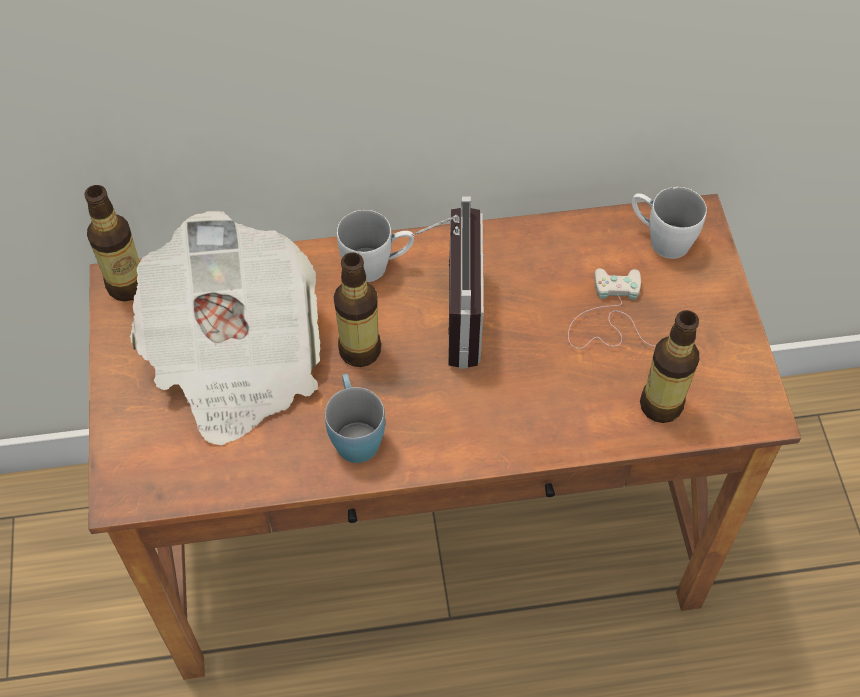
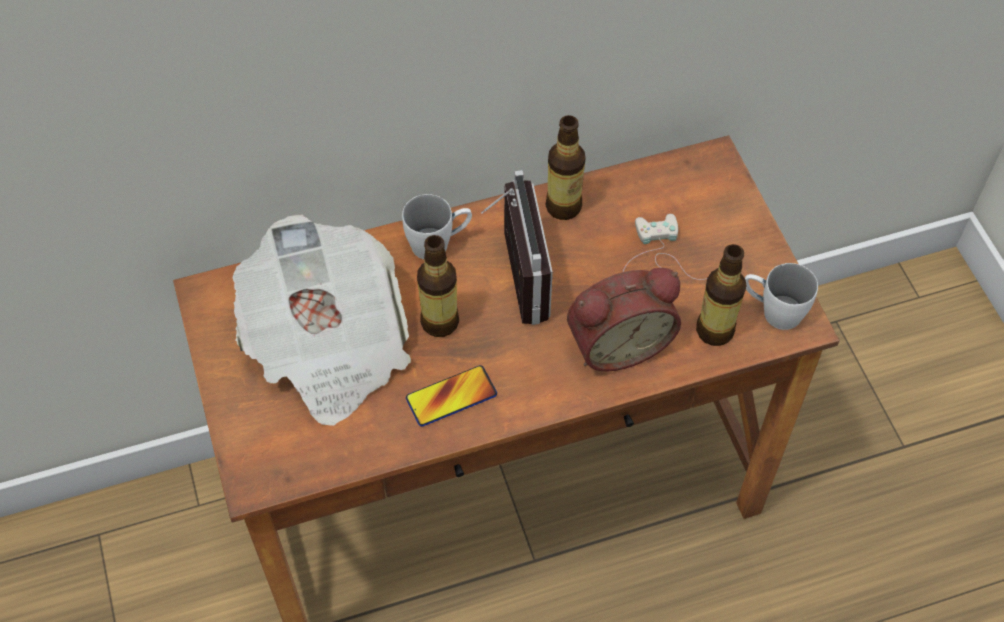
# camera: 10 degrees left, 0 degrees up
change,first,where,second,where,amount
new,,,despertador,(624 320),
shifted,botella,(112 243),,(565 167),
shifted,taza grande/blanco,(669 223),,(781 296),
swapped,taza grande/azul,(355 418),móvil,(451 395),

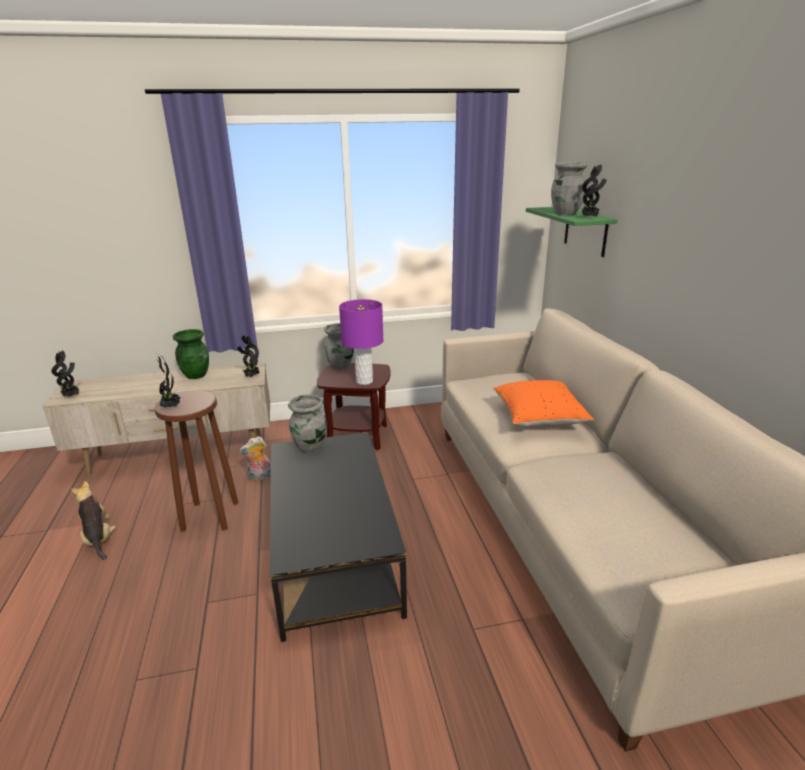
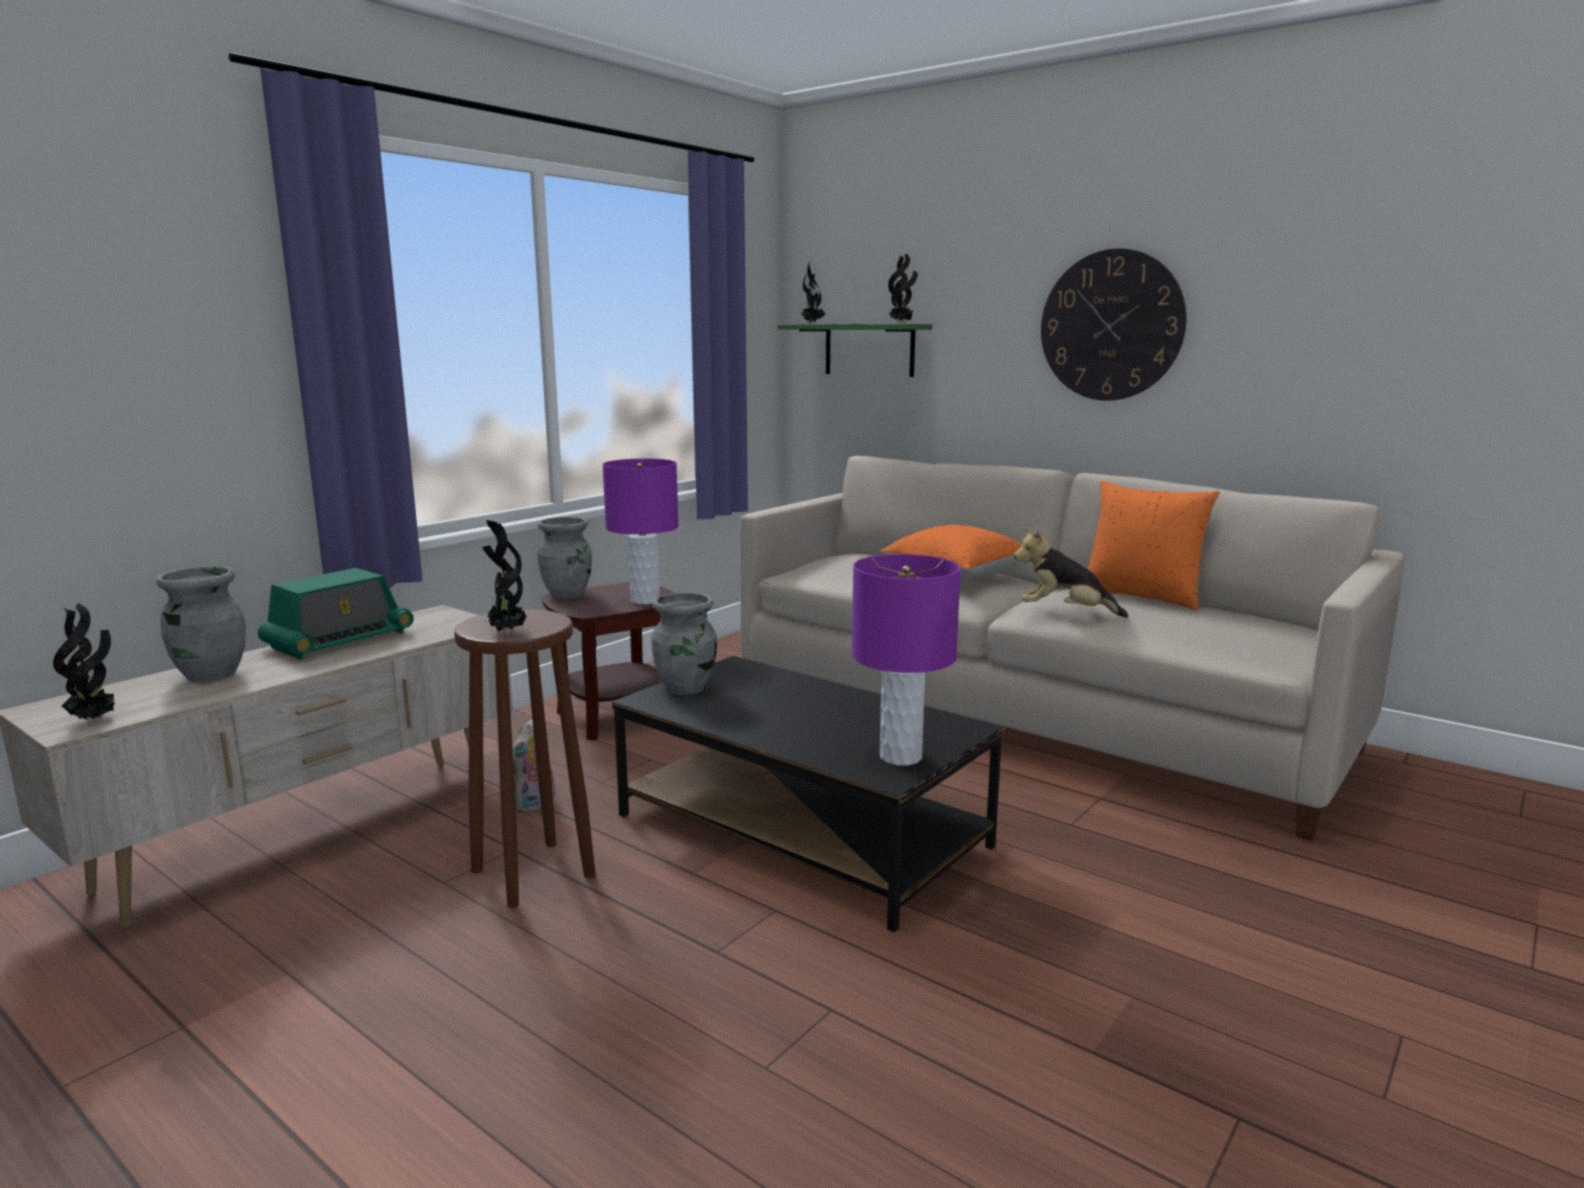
# camera: 40 degrees left, 10 degrees down
change,first,where,second,where,amount
new,,,lámpara de mesa/morado,(906 660),
new,,,reloj de pared,(1113 324),
new,,,cojín/naranja,(1153 545),
shifted,peluche,(93 520),,(1071 573),
shifted,planta en maceta,(248 357),,(813 291),
shifted,florero/gris,(569 188),,(201 624),
swapped,florero/verde,(191 354),radio,(336 613),

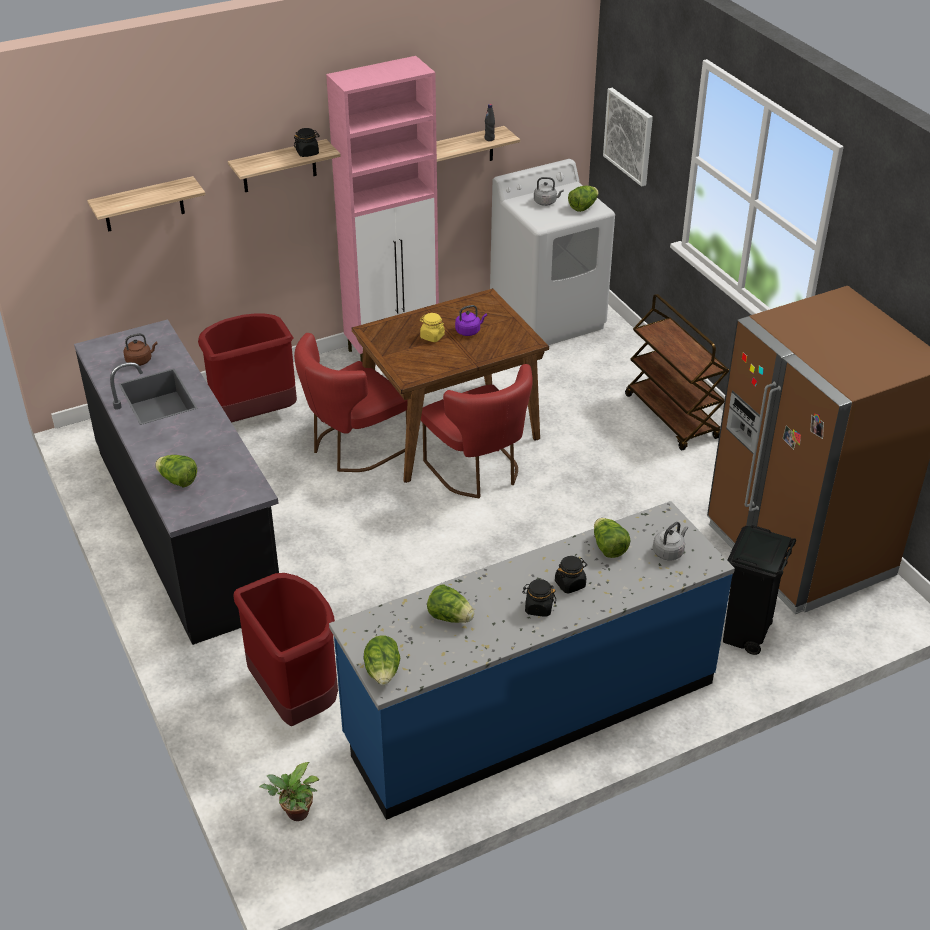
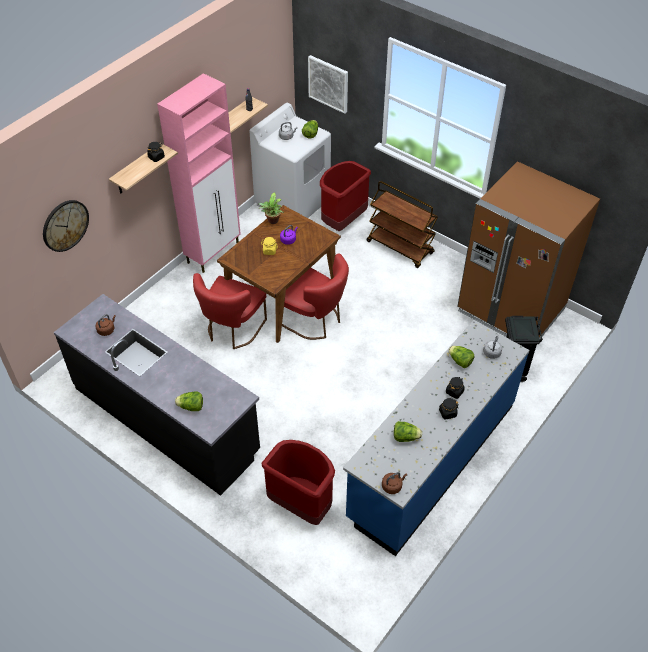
# camera: 25 degrees left, 10 degrees up
change,first,where,second,where,amount
shifted,papelera/rojo,(247 368),,(345 196),
shifted,planta en maceta,(289 791),,(271 208),
swapped,estante,(146 204),reloj de pared,(66 226),
swapped,lechuga,(382 660),hervidor/marrón,(394 483),

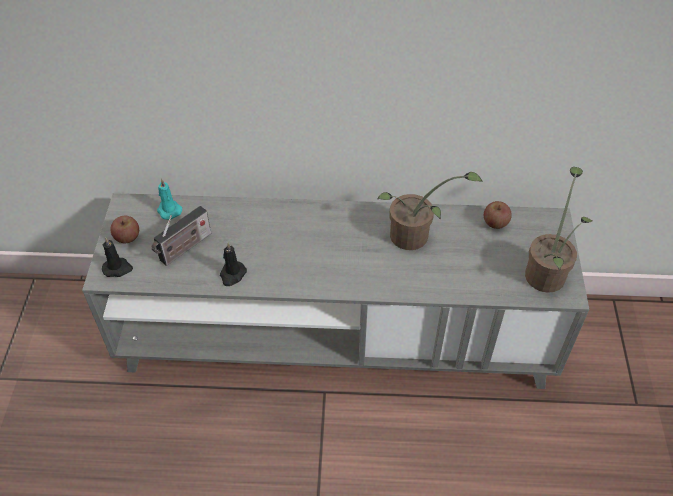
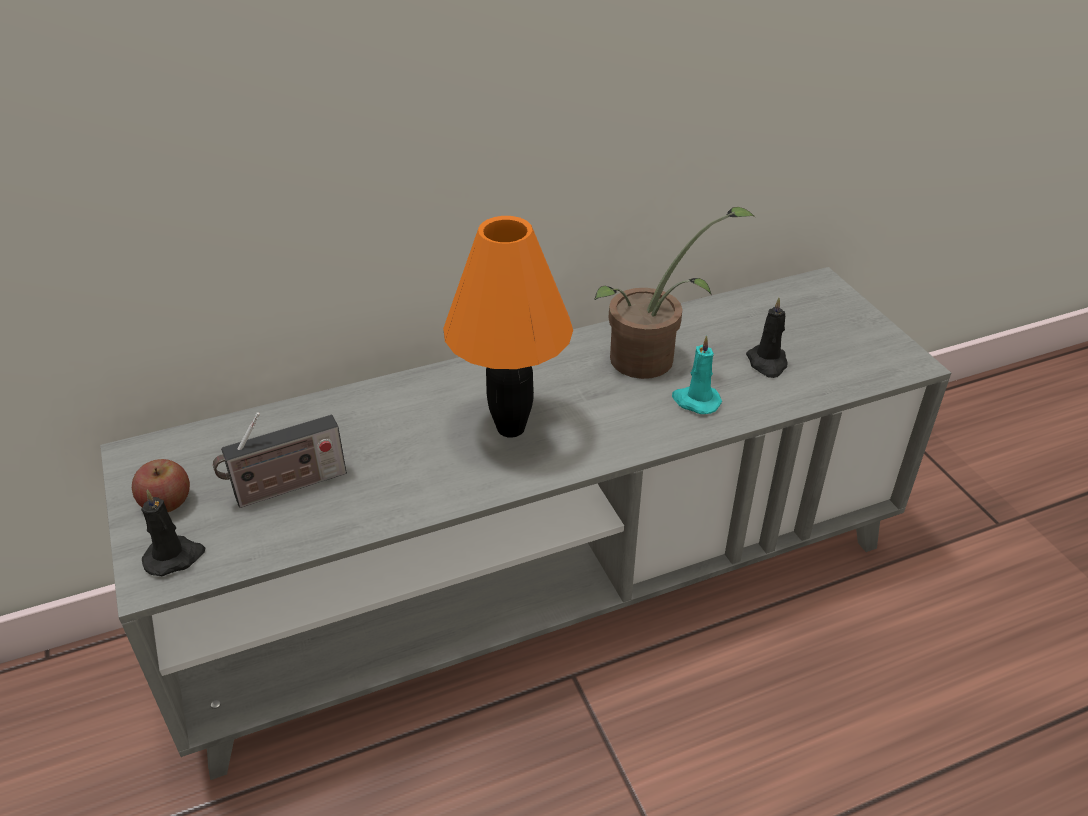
# camera: 25 degrees left, 10 degrees down
change,first,where,second,where,amount
gone,manzana,(498 215),,,
gone,planta en maceta,(558 230),,,
new,,,lámpara de mesa/naranja,(508 327),
shifted,vela/turquesa,(169 199),,(697 374),
shifted,vela/negro,(233 264),,(767 337),
rotated,radio,(181 236),,(280 460),45 degrees clockwise

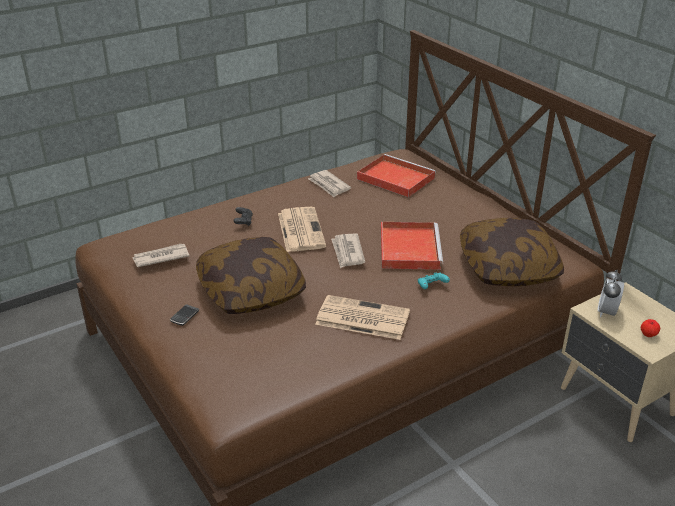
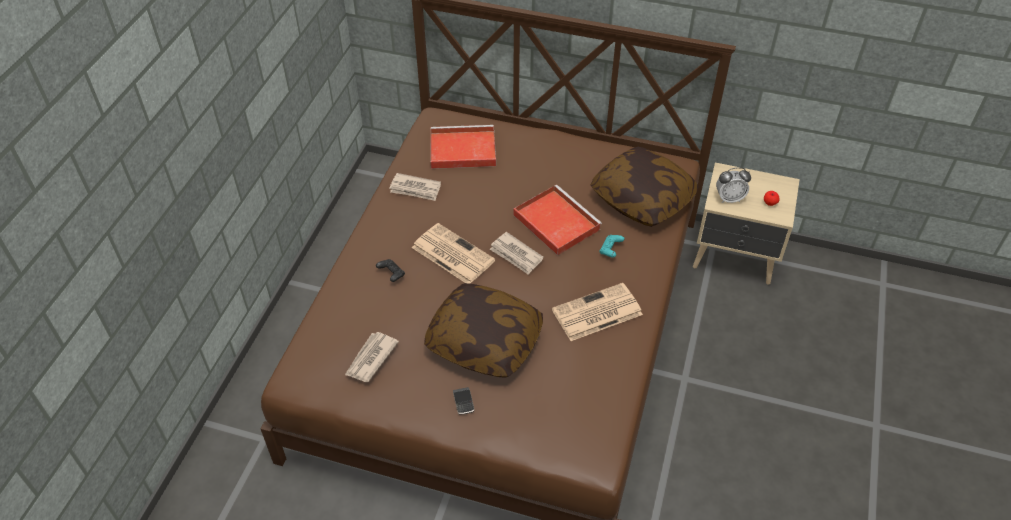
# camera: 40 degrees left, 15 degrees up
change,first,where,second,where,amount
rotated,despertador,(611 293),,(733 185),75 degrees counterclockwise

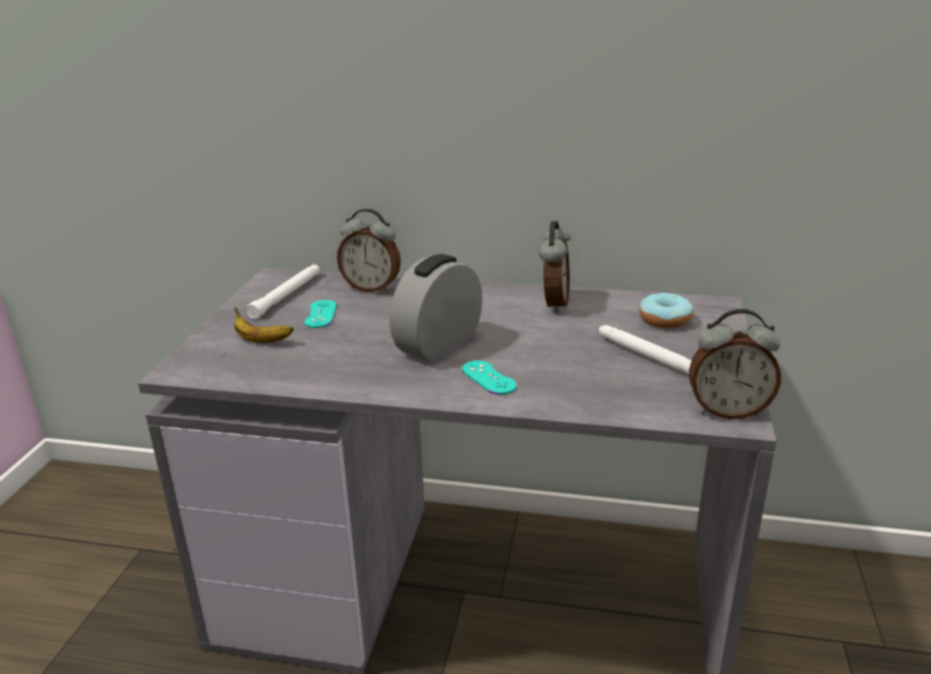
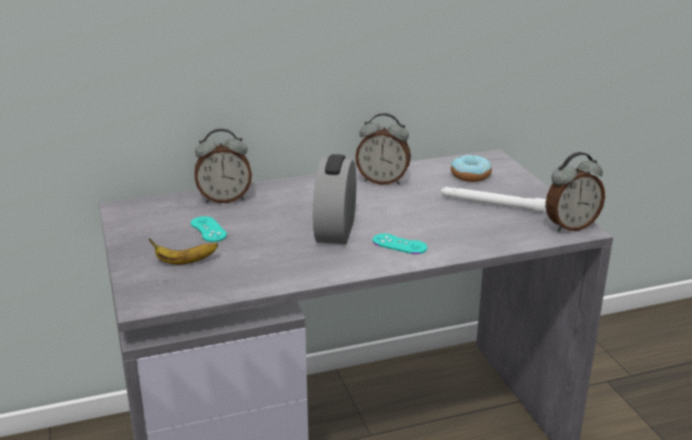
# camera: 30 degrees left, 0 degrees up
change,first,where,second,where,amount
gone,linterna/blanco,(283 292),,,
rotated,despertador,(555 267),,(383 149),120 degrees clockwise

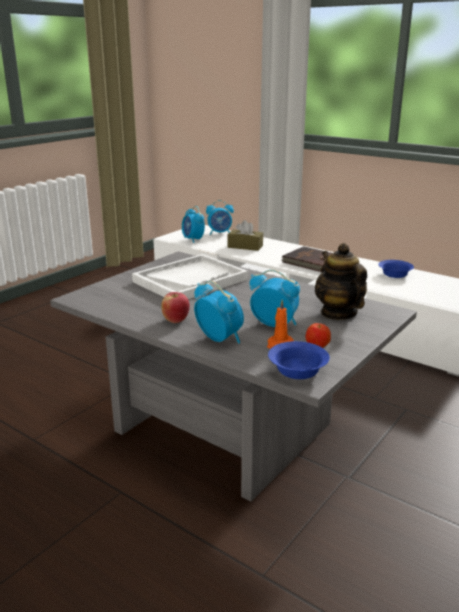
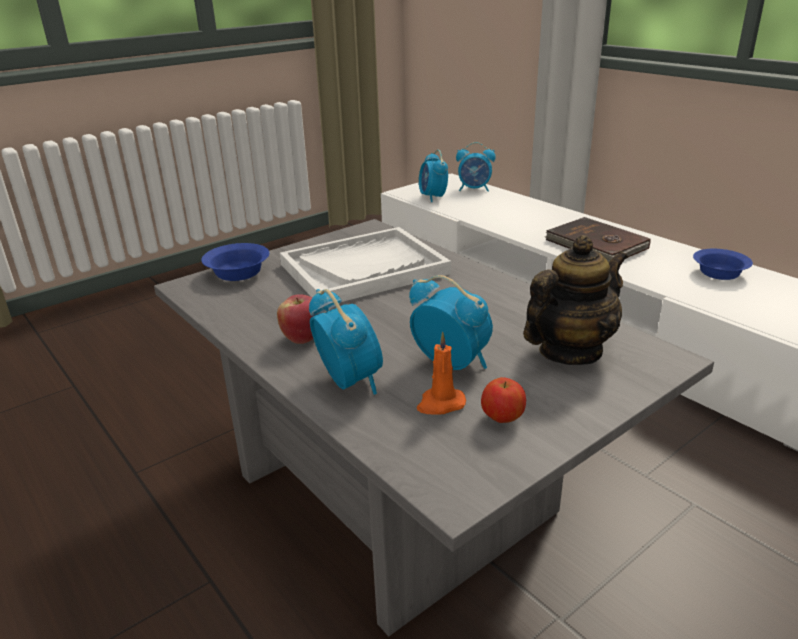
# camera: 15 degrees right, 5 degrees up
change,first,where,second,where,amount
gone,caja de pañuelos/marrón,(245 235),,,
shifted,cuenco/azul,(299 360),,(235 262),
rotated,tetera,(341 281),,(575 300),60 degrees clockwise

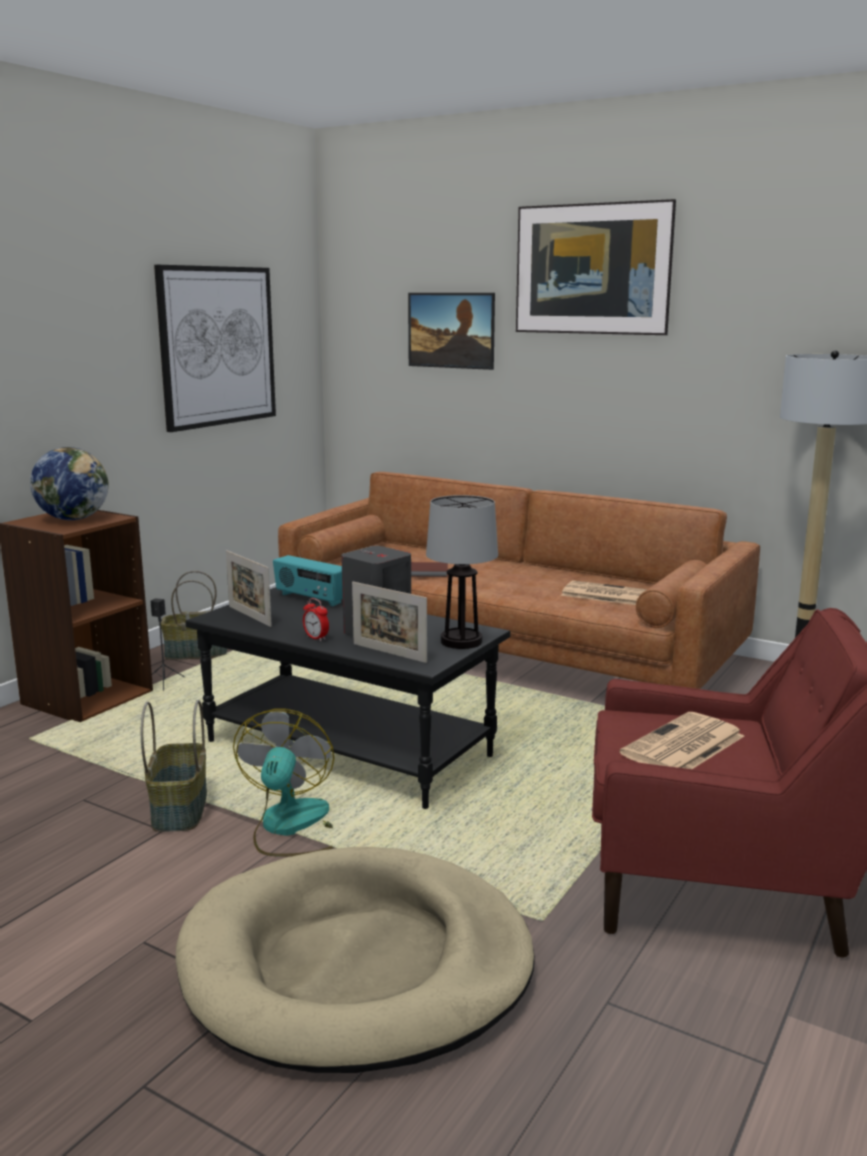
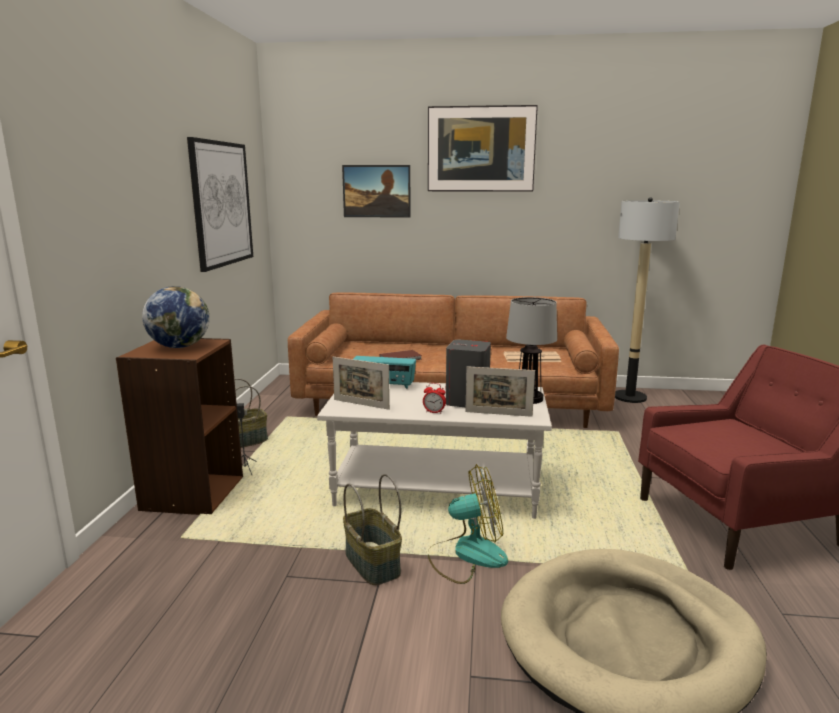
# camera: 25 degrees left, 0 degrees up
change,first,where,second,where,amount
gone,periódico,(682 740),,,
repainted,mesa de centro/negro,(347 698),mesa de centro/blanco,(434 450),
rotated,ventilador,(283 783),,(467 524),105 degrees clockwise

